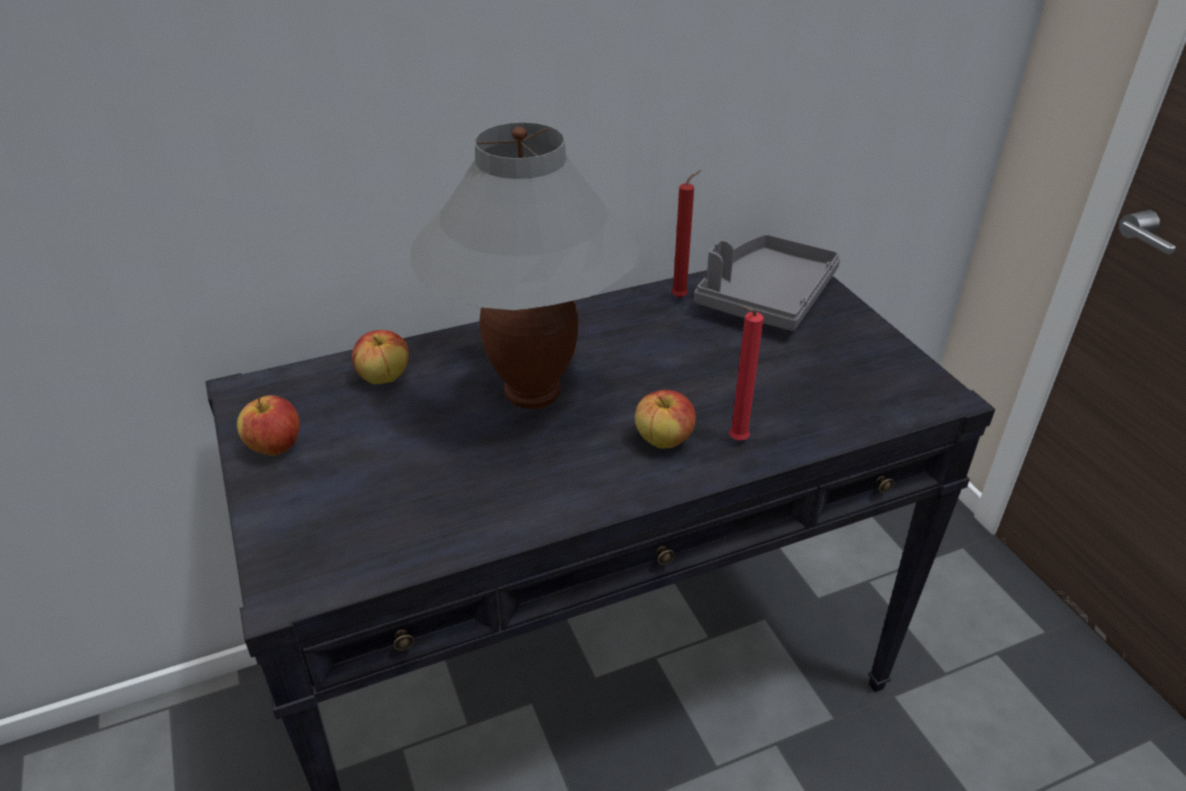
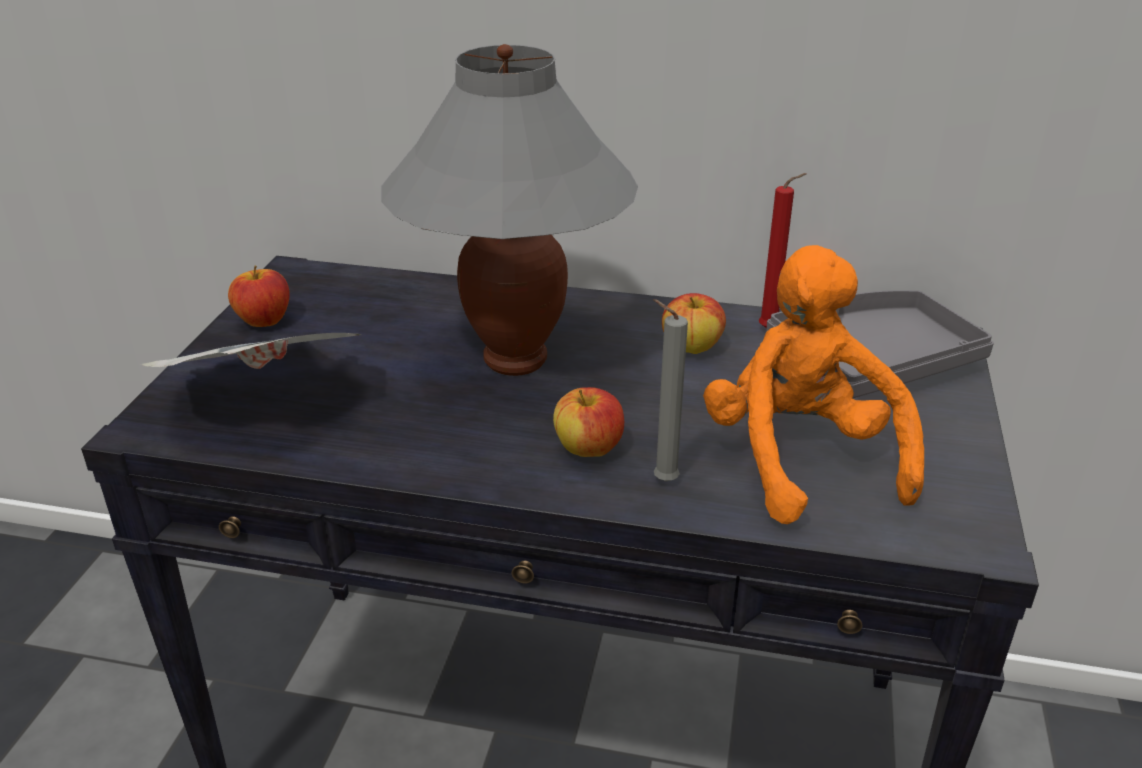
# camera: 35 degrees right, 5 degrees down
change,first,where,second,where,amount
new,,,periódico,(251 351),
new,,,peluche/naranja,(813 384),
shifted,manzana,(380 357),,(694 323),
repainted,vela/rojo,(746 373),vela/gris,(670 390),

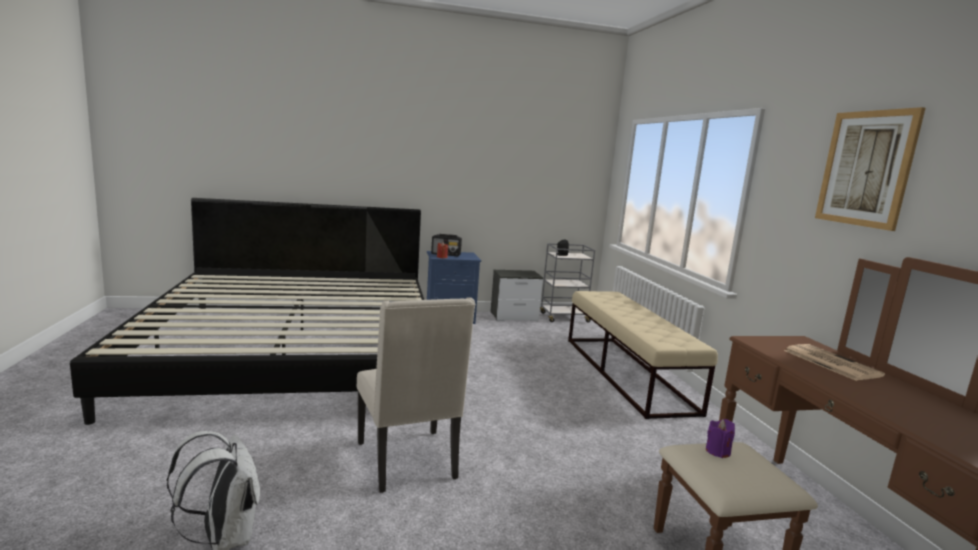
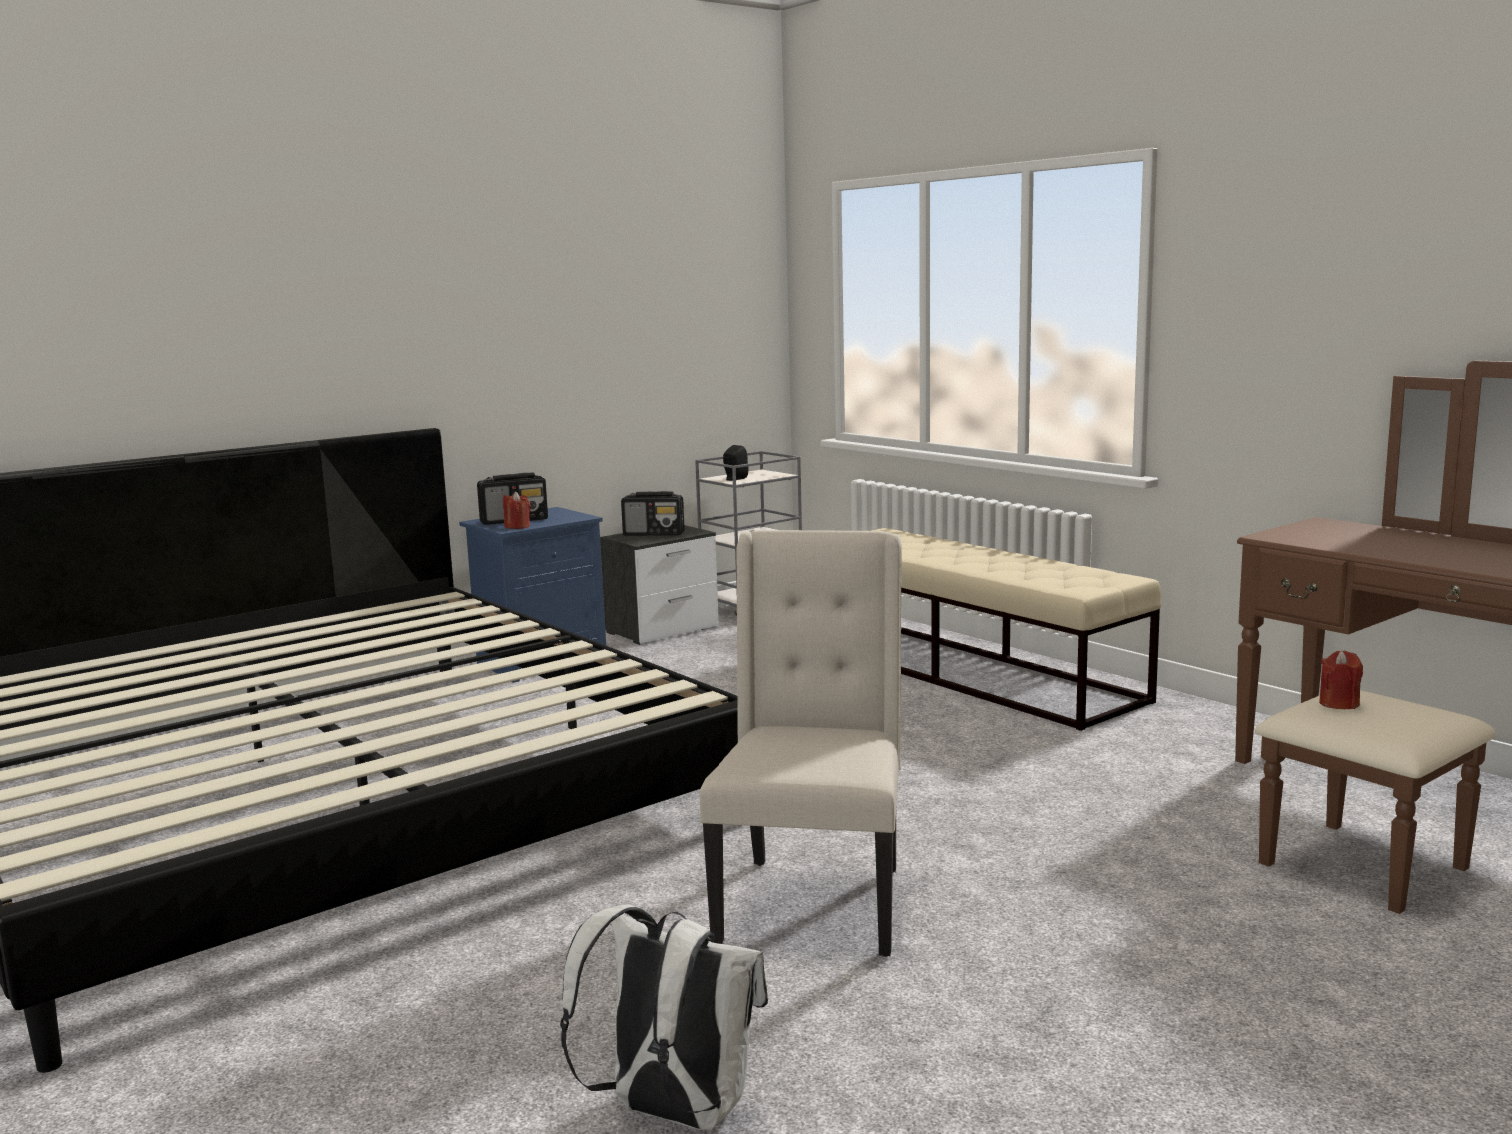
# camera: 25 degrees left, 0 degrees up
change,first,where,second,where,amount
gone,periódico,(834 362),,,
gone,cuadro,(870 169),,,
new,,,radio,(653 513),
repainted,vela/morado,(720 438),vela/rojo,(1341 679),
rotated,silla/beis,(416 395),,(801 743),120 degrees counterclockwise

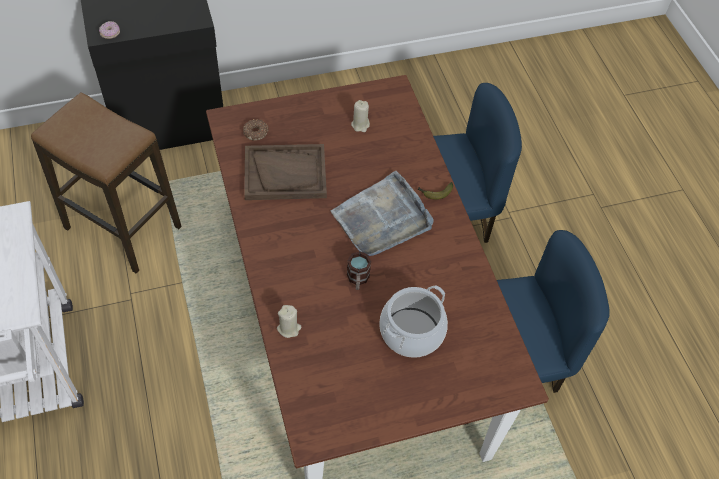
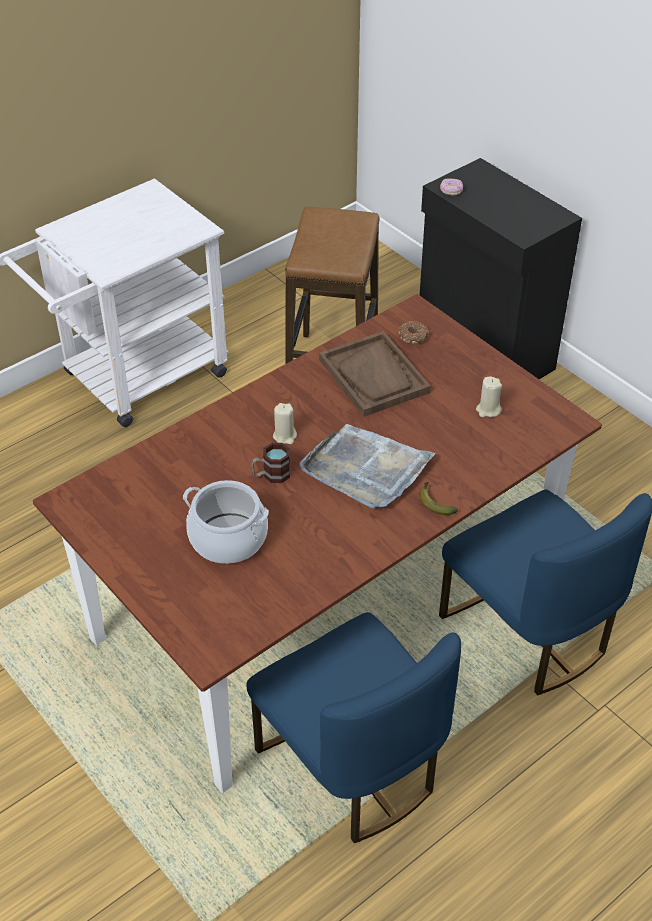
# camera: 70 degrees right, 10 degrees down
change,first,where,second,where,amount
shifted,vela/beis,(289 321),,(285 423),

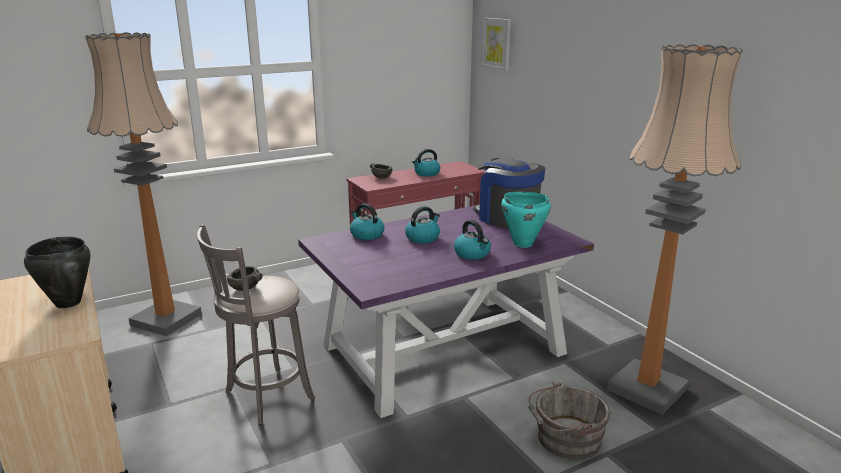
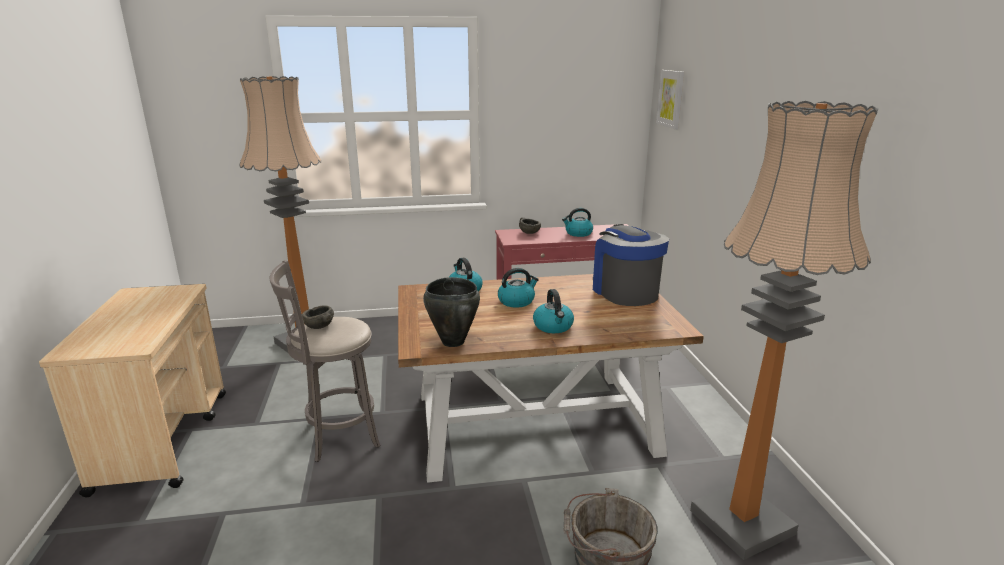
# camera: 20 degrees right, 0 degrees up
change,first,where,second,where,amount
gone,olla/turquesa,(526 220),,,
shifted,olla/negro,(57 272),,(451 312),
repainted,mesa de comedor/morado,(446 312),mesa de comedor/marrón,(551 378),

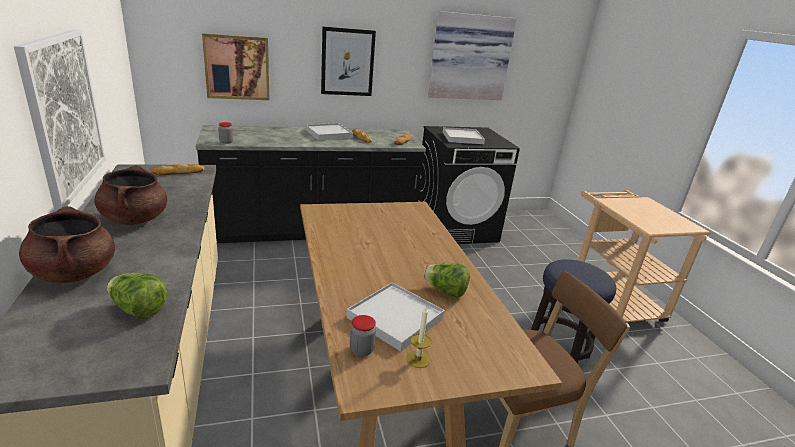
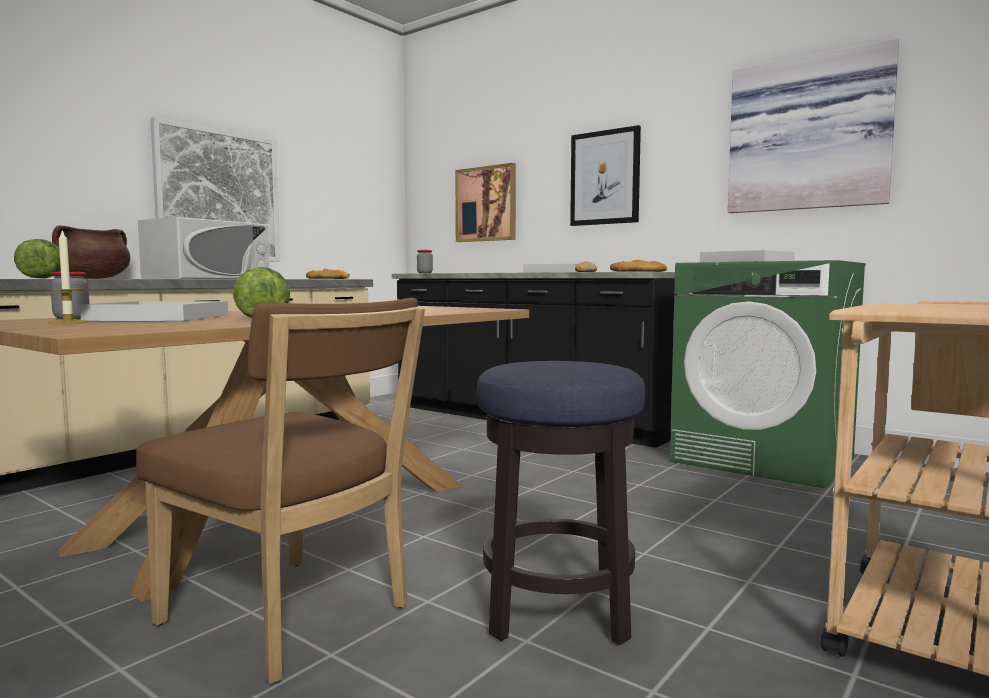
# camera: 55 degrees right, 20 degrees down
change,first,where,second,where,amount
swapped,olla/marrón,(131 195),microondas/blanco,(203 248),
repainted,lavadora/negro,(468 185),lavadora/verde,(768 374),

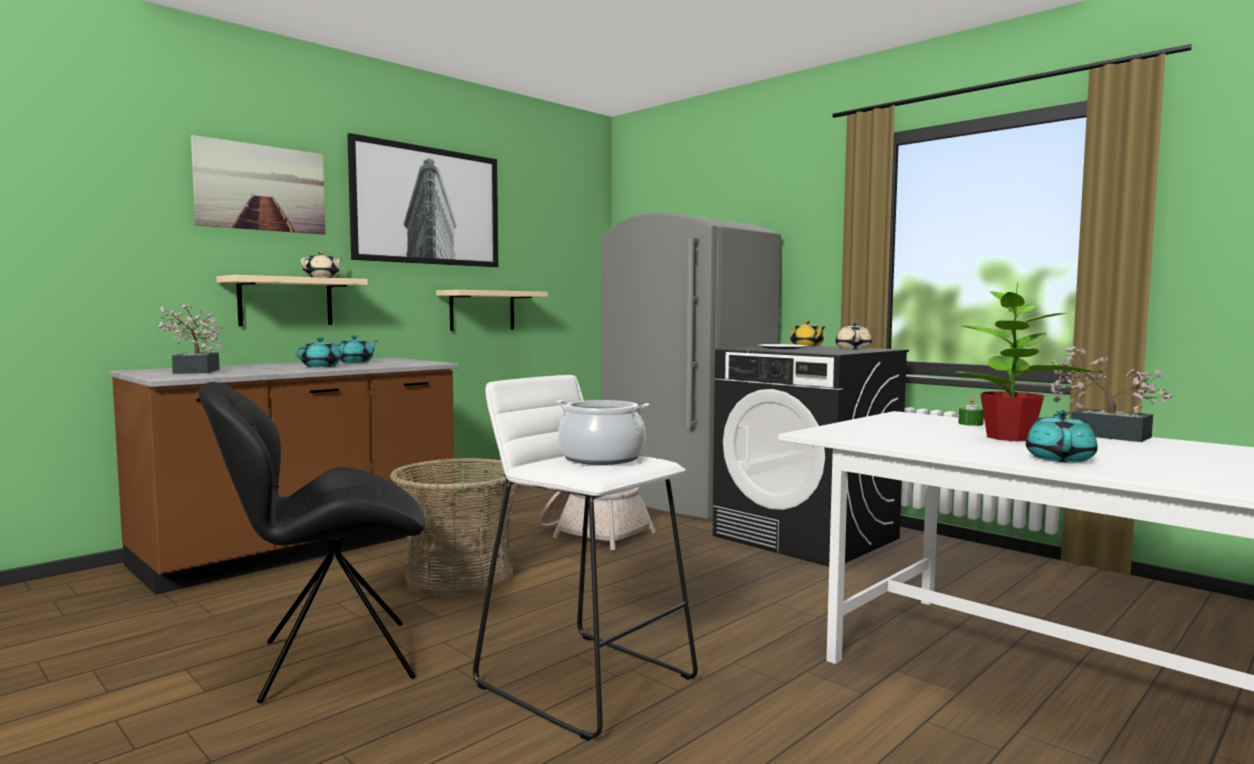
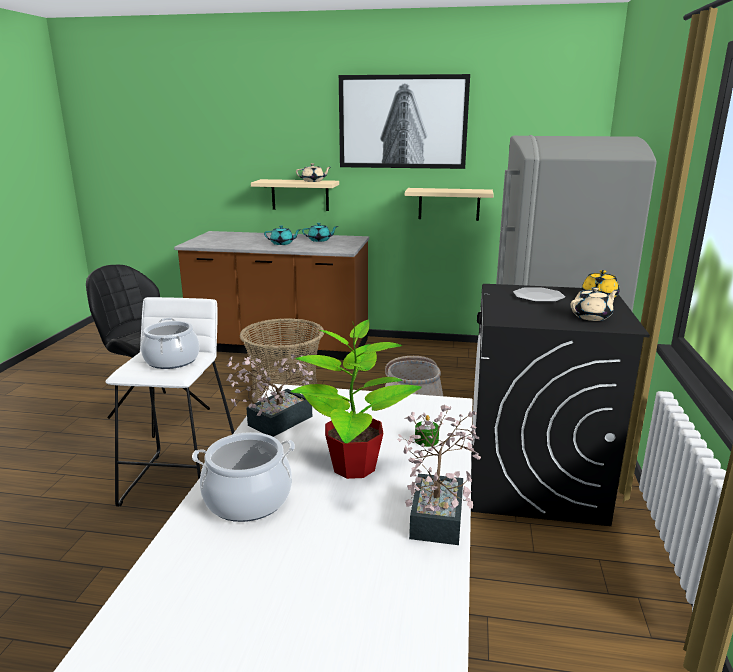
# camera: 55 degrees right, 15 degrees up
change,first,where,second,where,amount
gone,cuadro,(258 185),,,
shifted,planta en maceta,(190 338),,(269 395),
swapped,tetera/turquesa,(1062 436),olla,(243 477),

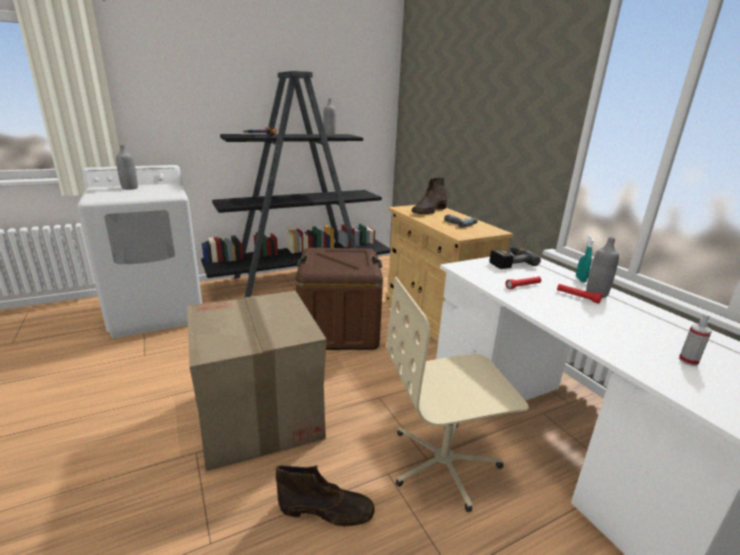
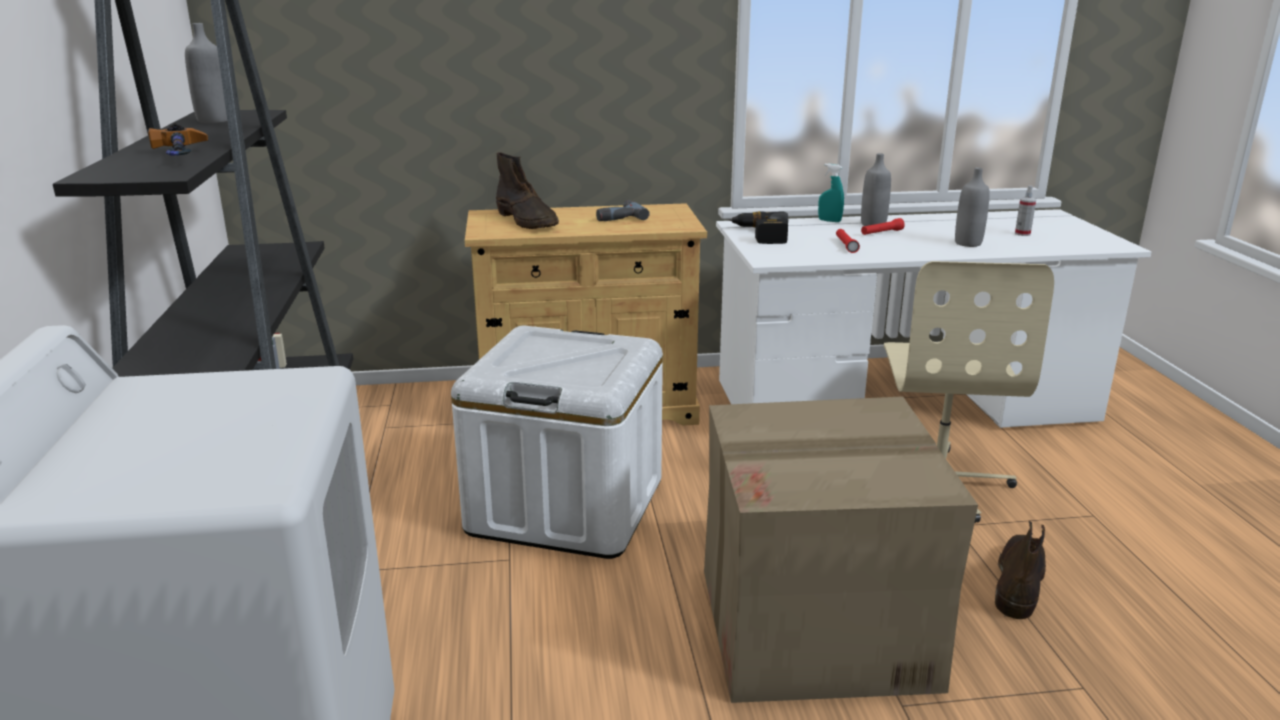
# camera: 70 degrees left, 0 degrees up
change,first,where,second,where,amount
shifted,botella/gris,(127 167),,(972 207),
repainted,caja de almacenaje/marrón,(339 299),caja de almacenaje/blanco,(557 442),

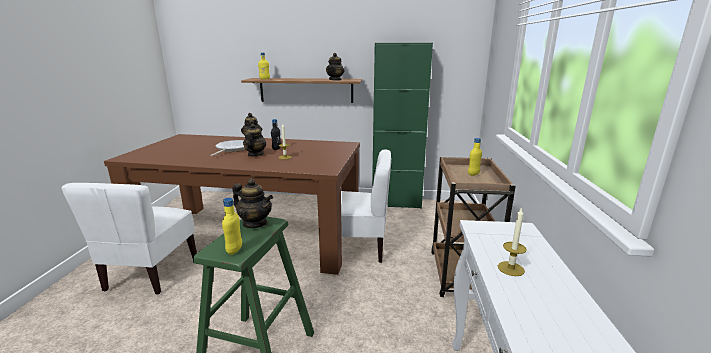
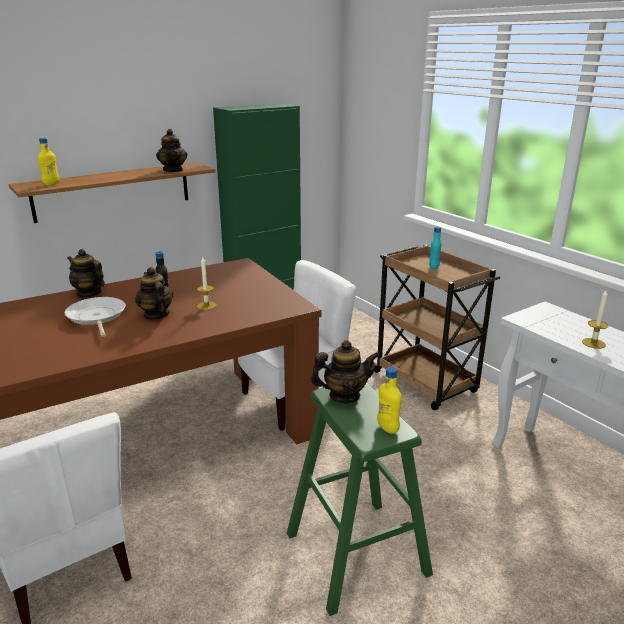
# camera: 40 degrees left, 5 degrees up
change,first,where,second,where,amount
repainted,botella/amarillo,(475 157),botella/turquesa,(435 248),

